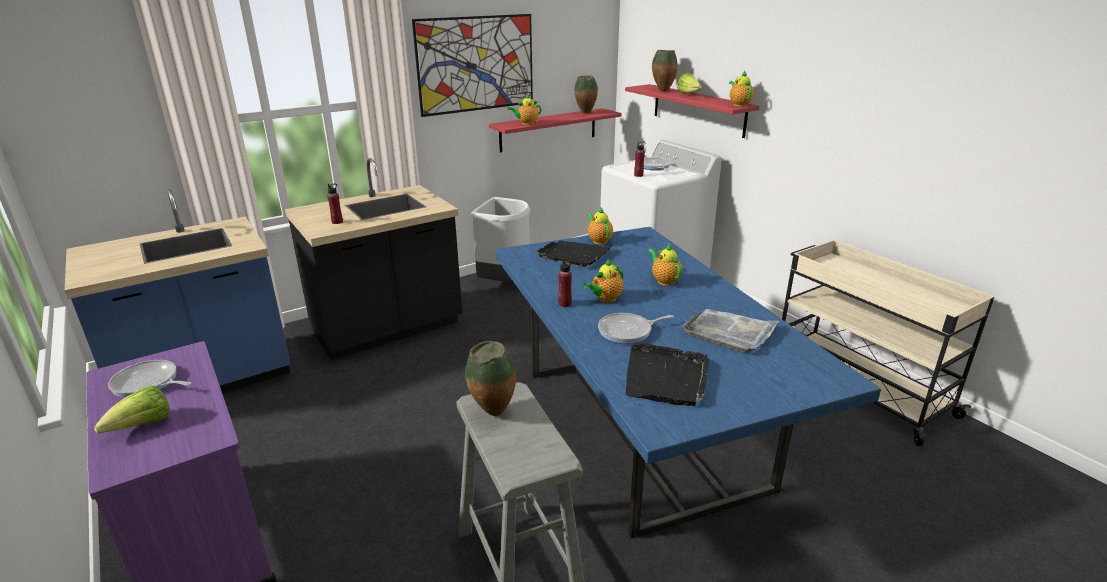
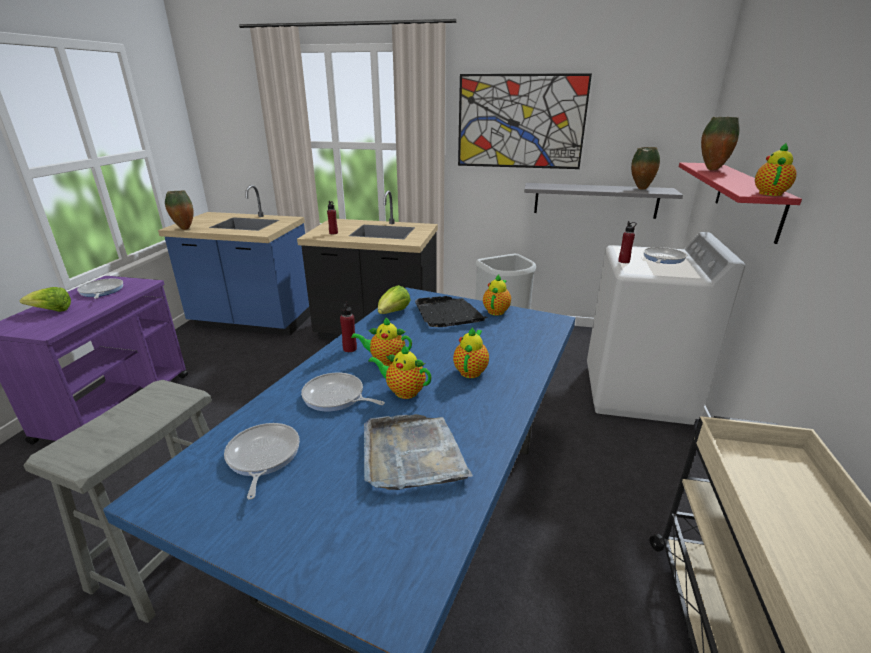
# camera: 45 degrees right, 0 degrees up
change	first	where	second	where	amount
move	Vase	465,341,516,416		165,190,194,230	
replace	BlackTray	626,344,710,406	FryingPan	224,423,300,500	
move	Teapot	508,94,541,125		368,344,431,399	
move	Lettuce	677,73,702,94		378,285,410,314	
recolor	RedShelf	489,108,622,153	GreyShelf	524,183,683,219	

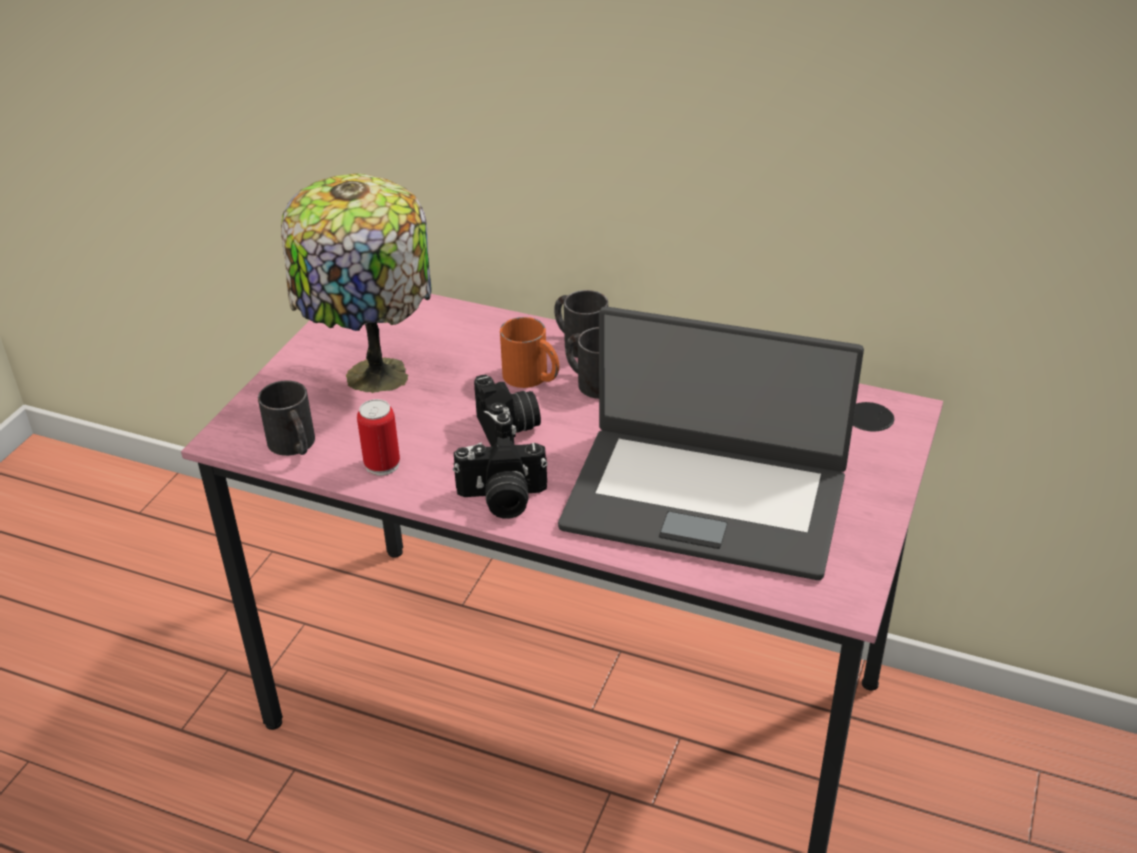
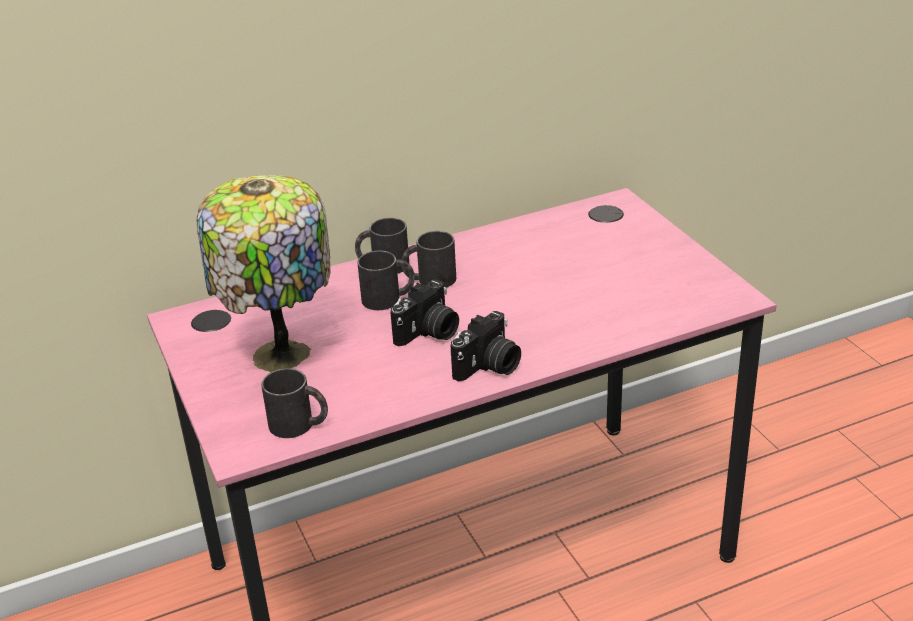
# camera: 45 degrees left, 5 degrees down
change	first	where	second	where	amount
recolor	OrangeMug	500,317,559,388	BlackMug	357,251,415,310	
rotate	PhotoCamera	474,375,541,447		390,280,459,346	105 degrees clockwise
delete	Can	357,399,400,476			
delete	Laptop	558,306,864,580			

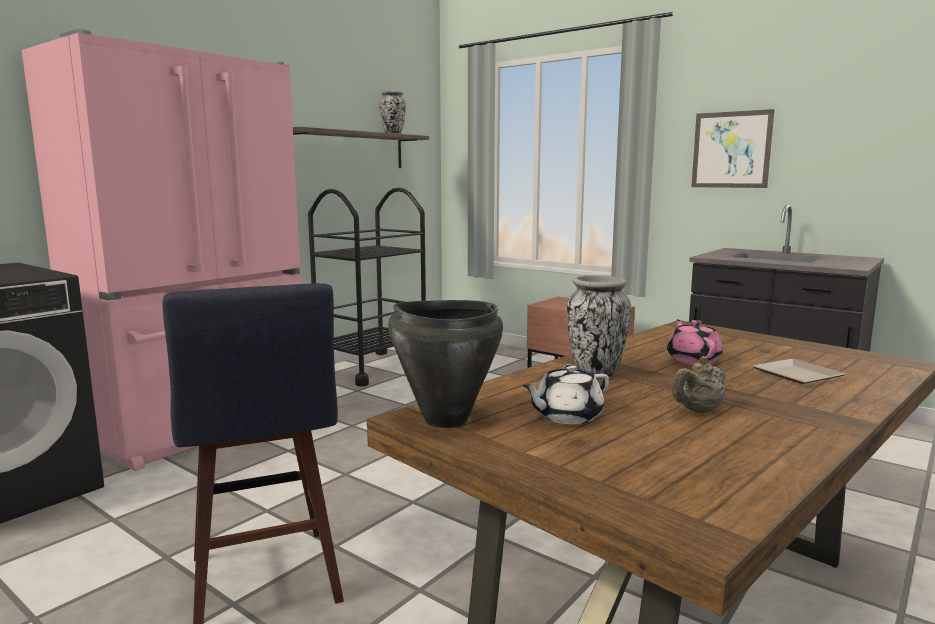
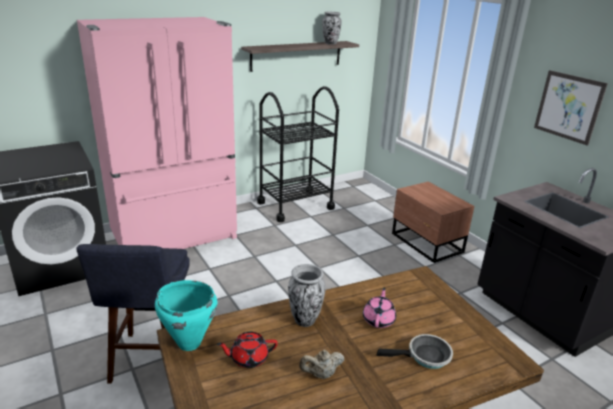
# camera: 20 degrees right, 15 degrees up
change	first	where	second	where	amount
recolor	BlackCookingPot	388,300,503,428	TurquoiseCookingPot	155,280,217,351	
recolor	WhiteTeapot	522,364,609,425	RedTeapot	217,332,278,368	
replace	Plate	752,359,846,384	FryingPan	376,334,453,369	

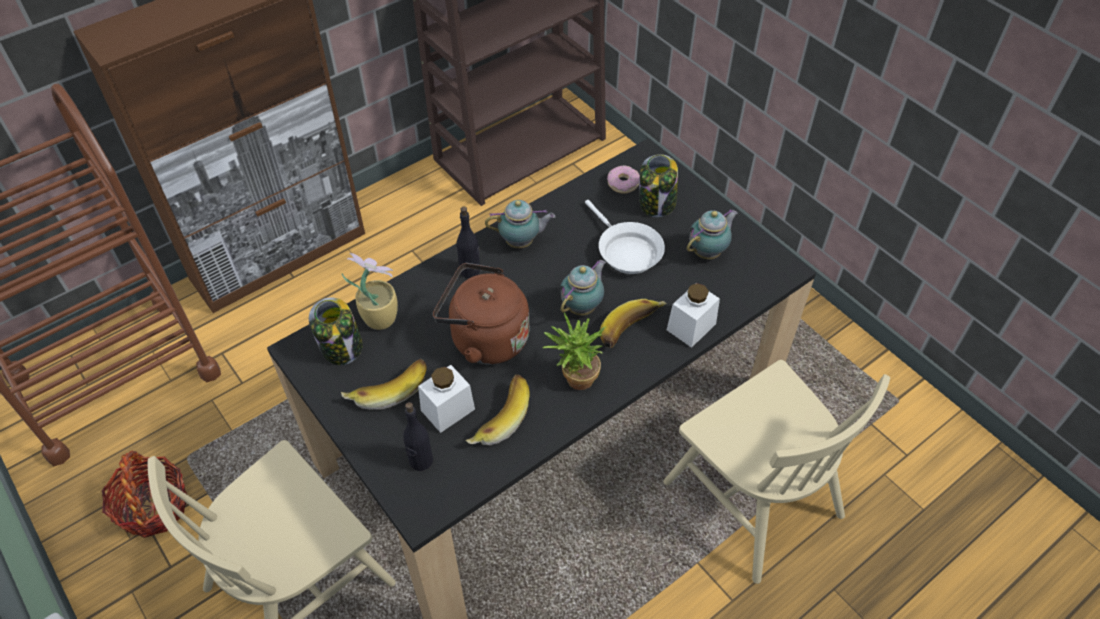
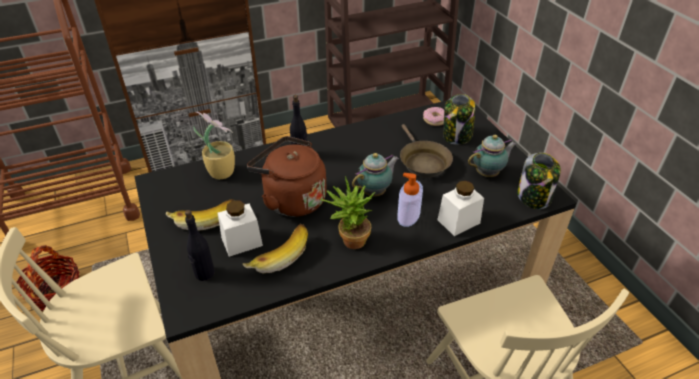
# camera: 15 degrees right, 10 degrees down
change	first	where	second	where	amount
replace	Banana	600,299,667,348	SoapDispenser	397,173,423,227	
recolor	WhiteFryingPan	585,200,665,274	BrownFryingPan	400,124,453,178	
move	Jar	309,297,363,365		517,153,561,209	
delete	Teapot	485,200,555,249			

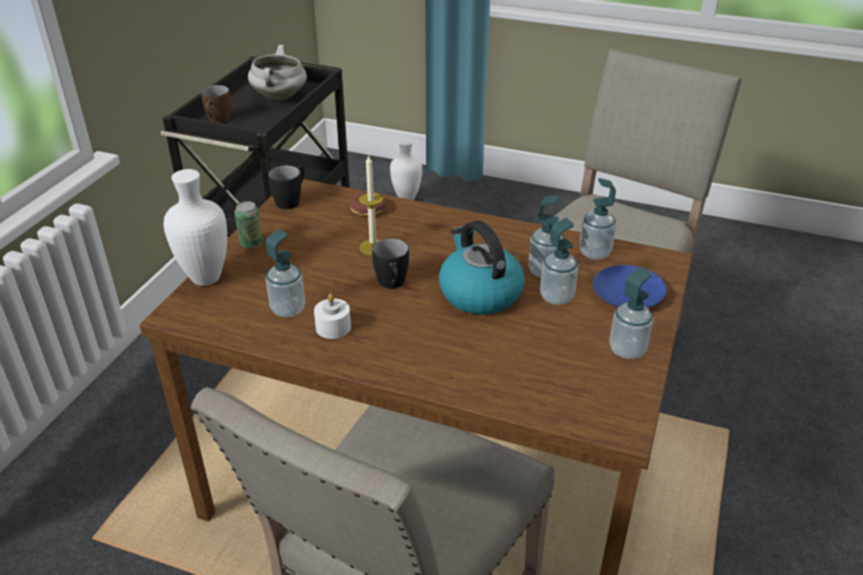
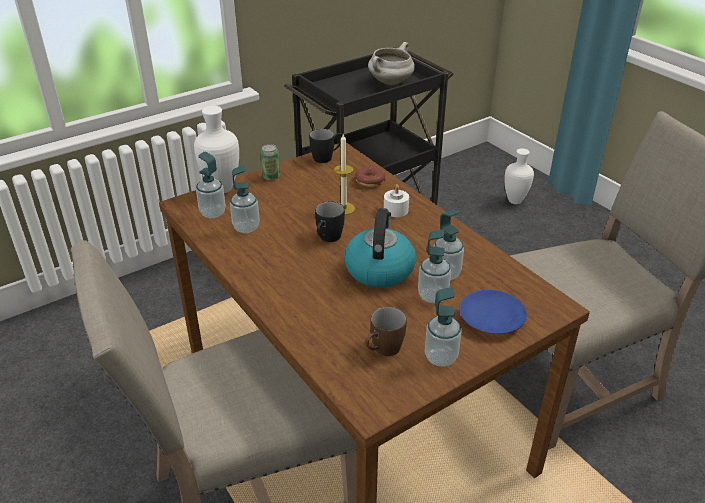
# camera: 35 degrees right, 0 degrees up
change	first	where	second	where	amount
move	SoapDispenser	580,178,616,260		196,152,225,218	
move	BrownMug	201,85,231,123		365,307,407,356	
move	WhiteCandle	314,294,351,339		384,184,409,217	

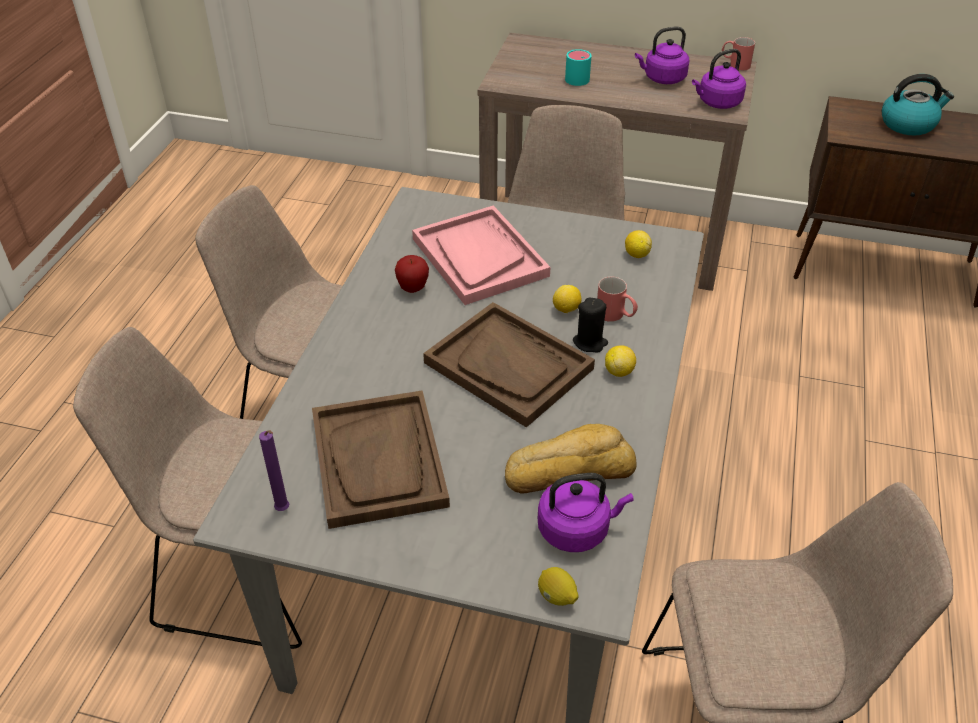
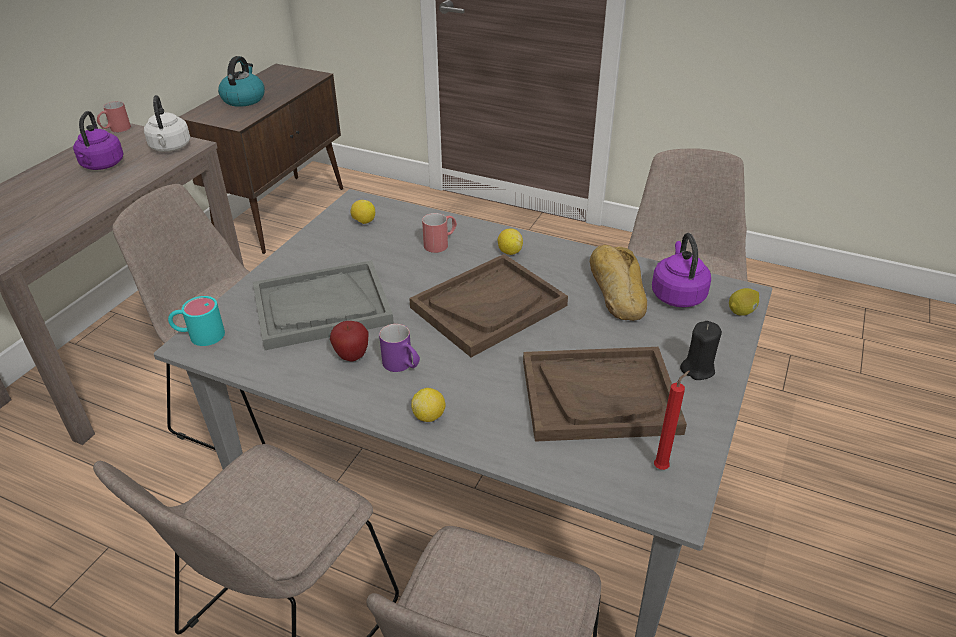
# camera: 80 degrees left, 5 degrees down
change	first	where	second	where	amount
recolor	PurpleKettle	692,49,746,109	WhiteKettle	144,95,190,152	
move	TurquoiseMug	565,49,592,86		168,296,225,346	
recolor	PinkTray	412,205,550,305	GreyTray	253,260,394,350	
insert			PurpleMug	379,324,420,372	
move	Lemon	553,285,582,313		411,388,445,422	
recolor	PurpleCandle	259,430,289,511	RedCandle	654,371,689,470	
move	BlackCandle	573,298,608,352		680,321,722,380	

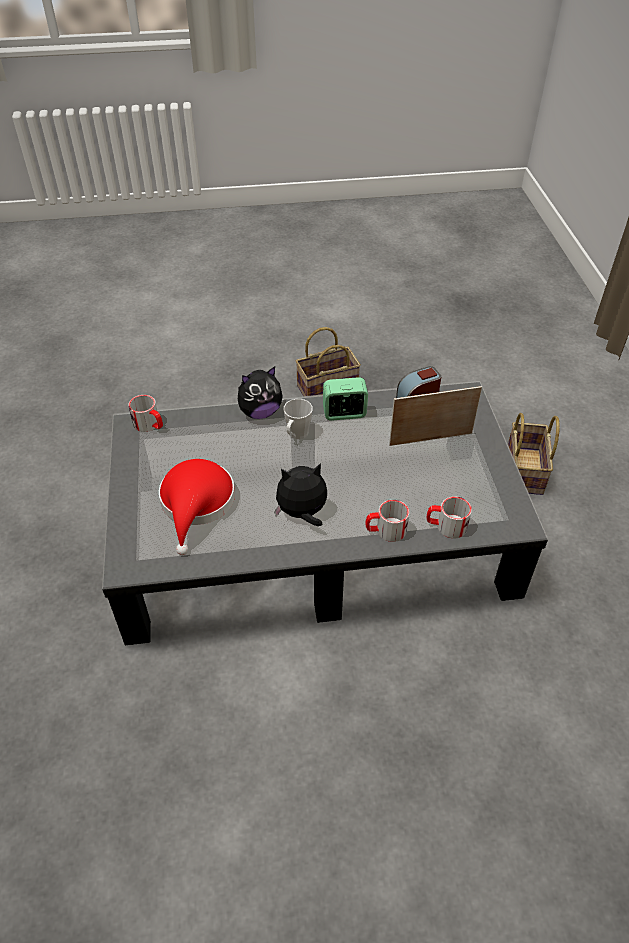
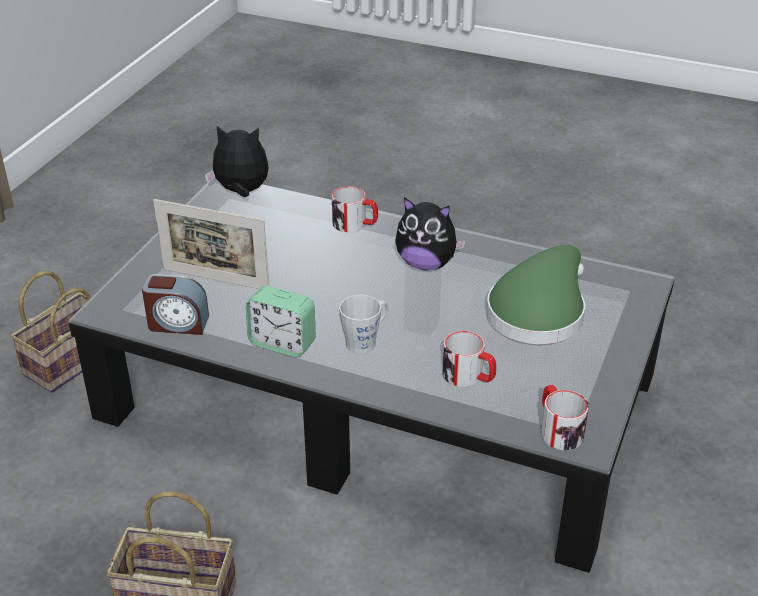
# camera: 150 degrees left, 10 degrees down
change	first	where	second	where	amount
move	PlushToy	238,367,283,419		205,126,268,197	
move	Mug	427,496,472,539		442,331,496,387	
recolor	RedHat	159,459,235,555	GreenHat	487,245,585,344	

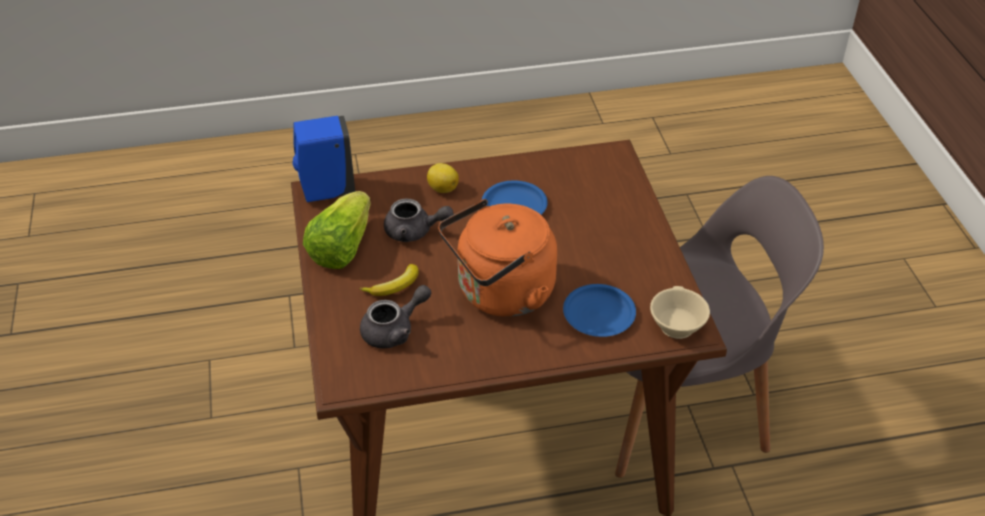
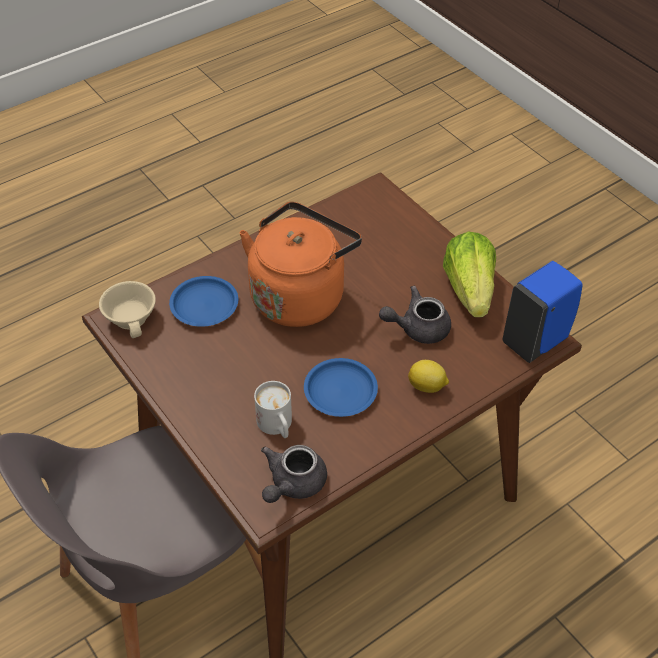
# camera: 155 degrees right, 5 degrees up
change	first	where	second	where	amount
insert			WhiteMug	254,381,292,438	
move	GreyTeapot	360,285,431,349		261,445,327,503	
delete	Banana	359,264,419,296			

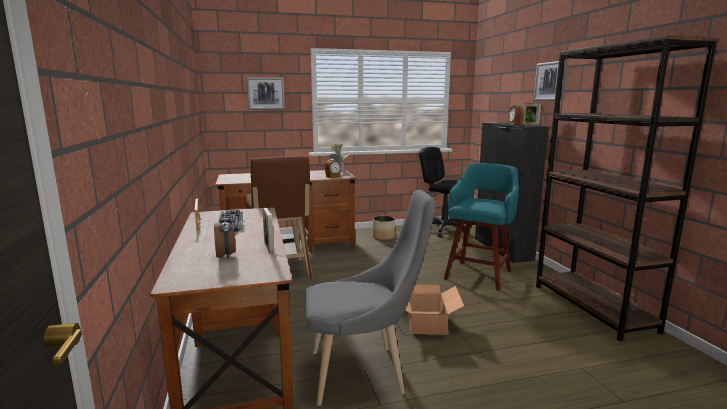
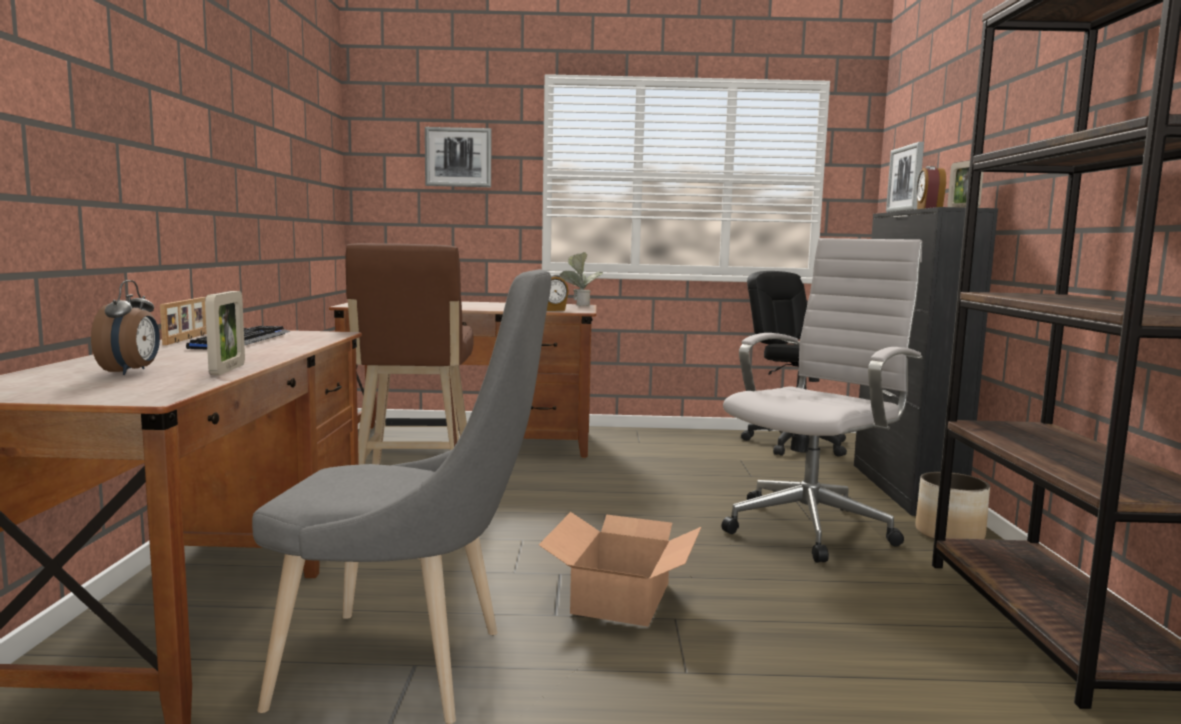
# camera: 15 degrees right, 5 degrees down
change	first	where	second	where	amount
replace	TurquoiseStool	444,163,519,291	WhiteOfficeChair	721,238,923,563	
move	Picture	534,60,568,101		886,142,924,212	
move	Planter	372,216,395,240		916,472,990,540	

